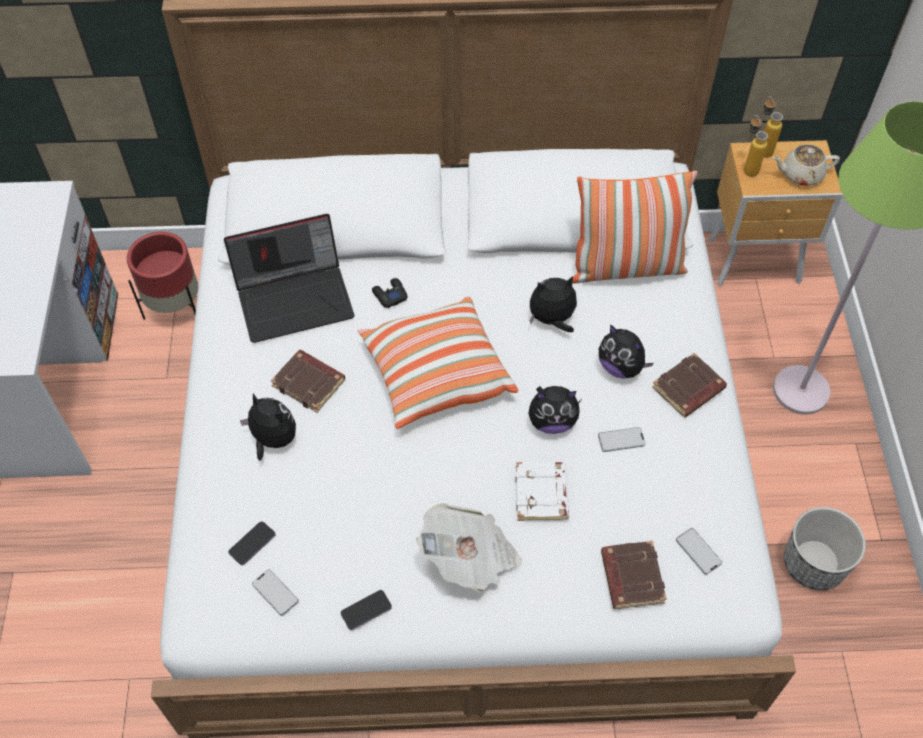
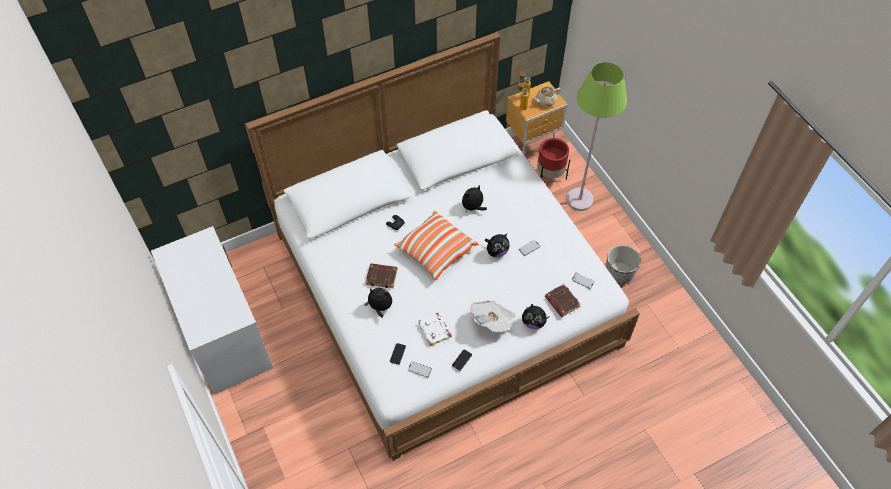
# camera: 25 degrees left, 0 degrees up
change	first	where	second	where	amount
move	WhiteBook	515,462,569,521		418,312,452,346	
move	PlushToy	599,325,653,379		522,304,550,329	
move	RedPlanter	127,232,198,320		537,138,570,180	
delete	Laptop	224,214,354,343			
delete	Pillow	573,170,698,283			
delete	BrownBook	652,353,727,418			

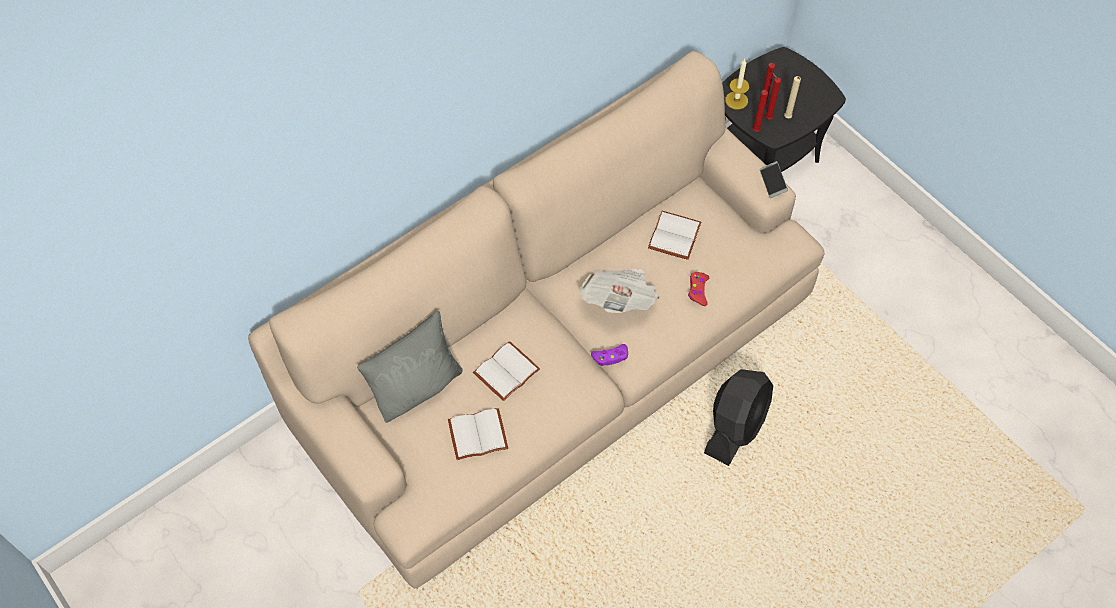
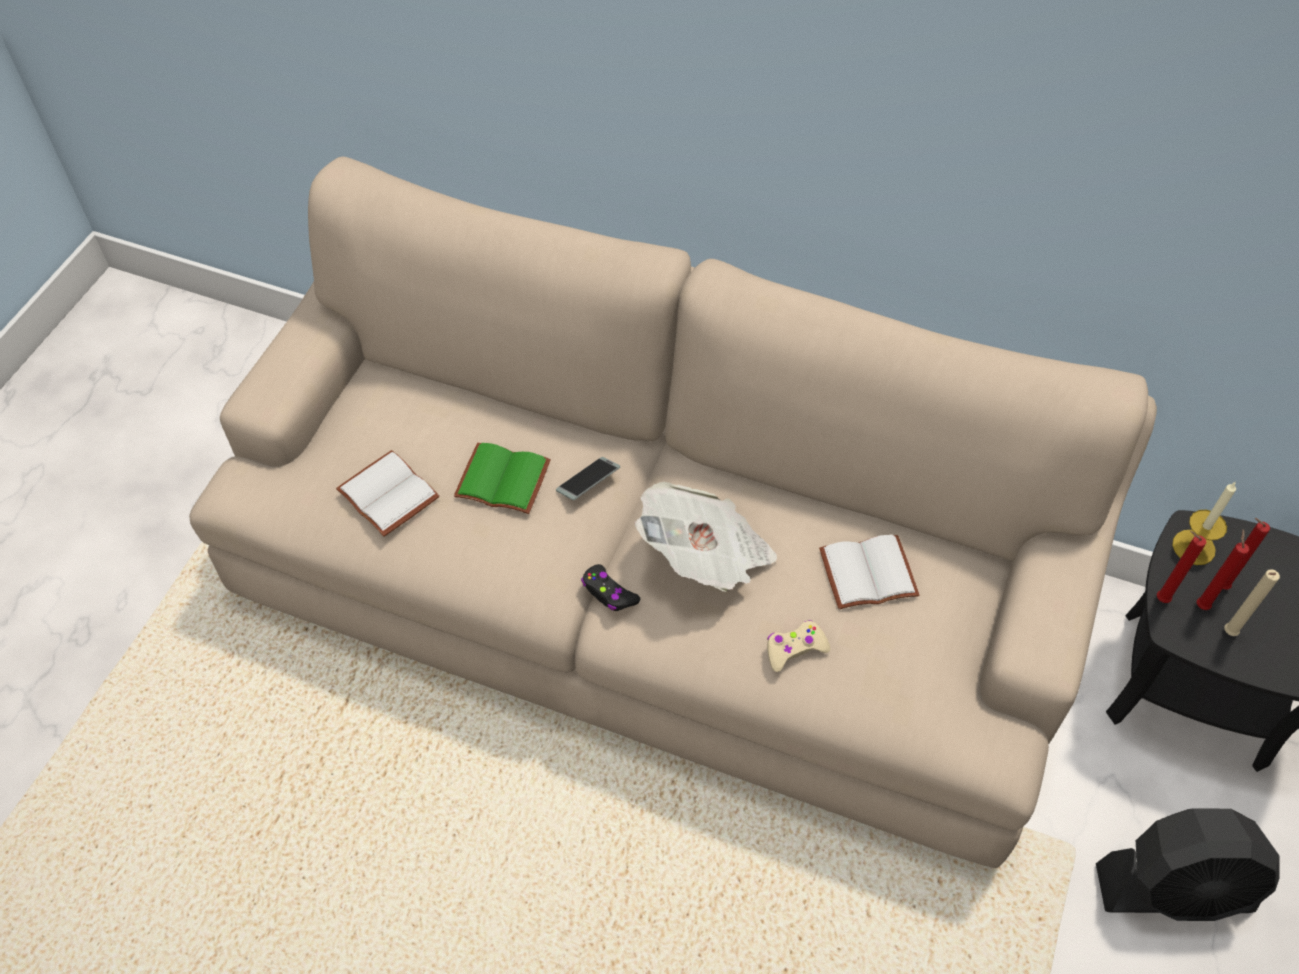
# camera: 60 degrees right, 5 degrees down
change	first	where	second	where	amount
recolor	WhiteBook	473,341,540,401	GreenBook	454,443,551,514	
move	Phone	760,161,788,198		556,457,620,500	
recolor	PurpleGameController	591,344,628,366	BlackGameController	581,564,641,611	
recolor	RedGameController	688,272,709,306	BeigeGameController	767,620,830,672	
move	BlackFan	704,369,773,466		1096,808,1280,921	
delete	GreyPillow	357,311,463,423			

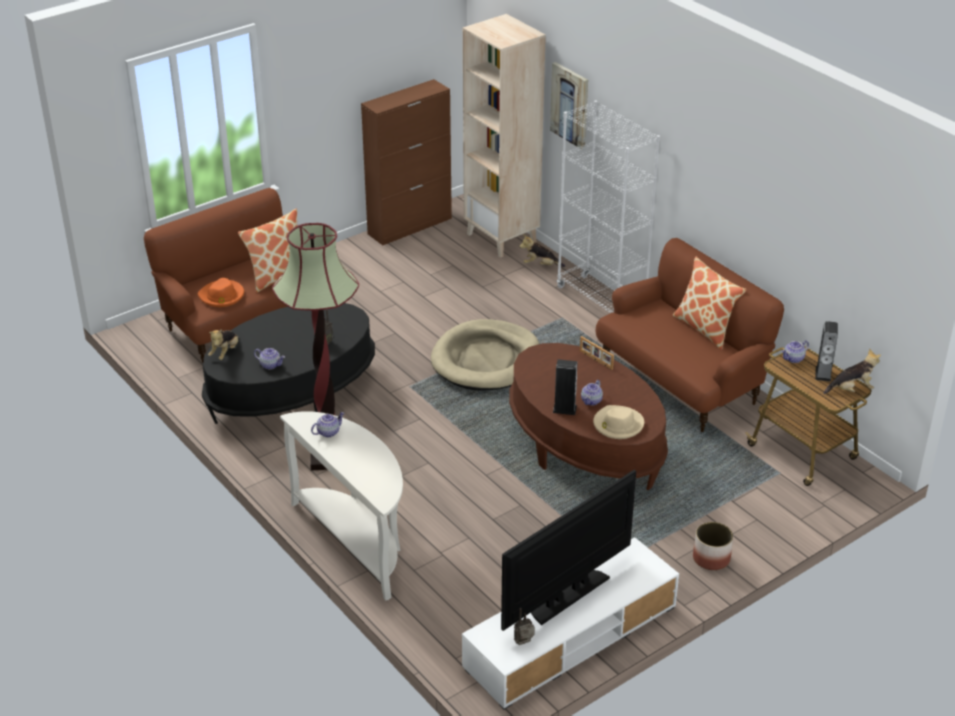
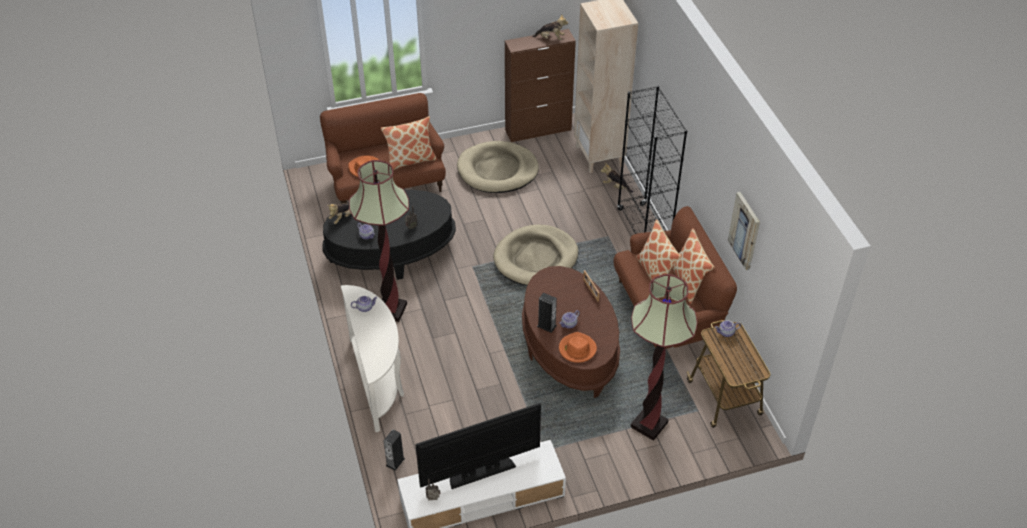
# camera: 20 degrees right, 10 degrees up
change	first	where	second	where	amount
move	Speaker	815,321,838,382		384,429,405,471	
insert			BeigeDogBed	457,141,539,193	
move	PlushToy	823,349,881,394		532,15,568,40	
recolor	BeigeHat	593,405,644,439	OrangeHat	559,332,597,363	
recolor	WhiteBookcase	557,100,660,313	BlackBookcase	617,86,687,234	
insert			FloorLamp	630,274,697,441	
insert			Pillow	636,219,681,280	
move	Picture	550,62,588,149		728,192,760,270	
delete	Planter	693,522,733,570			

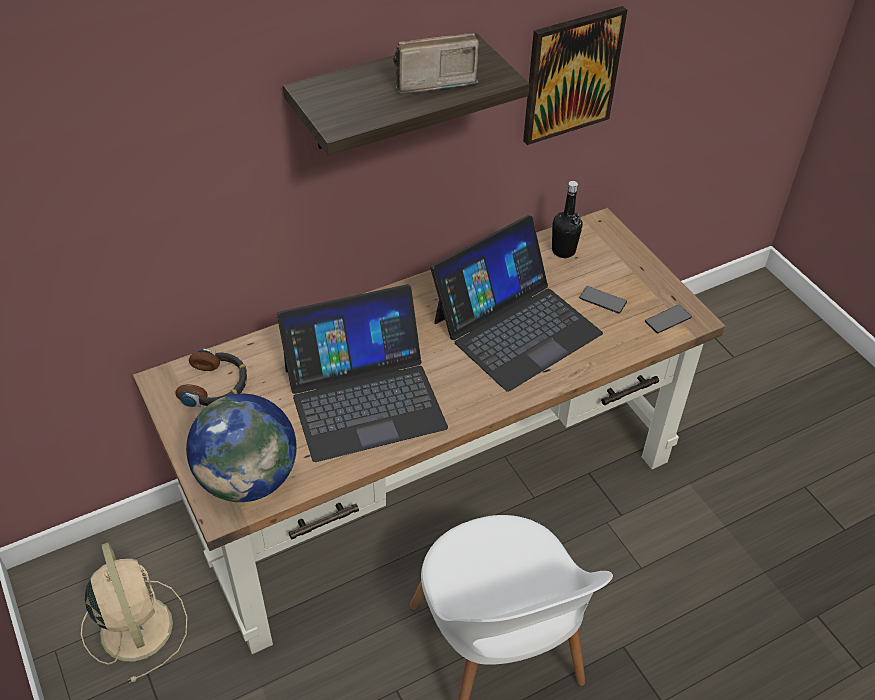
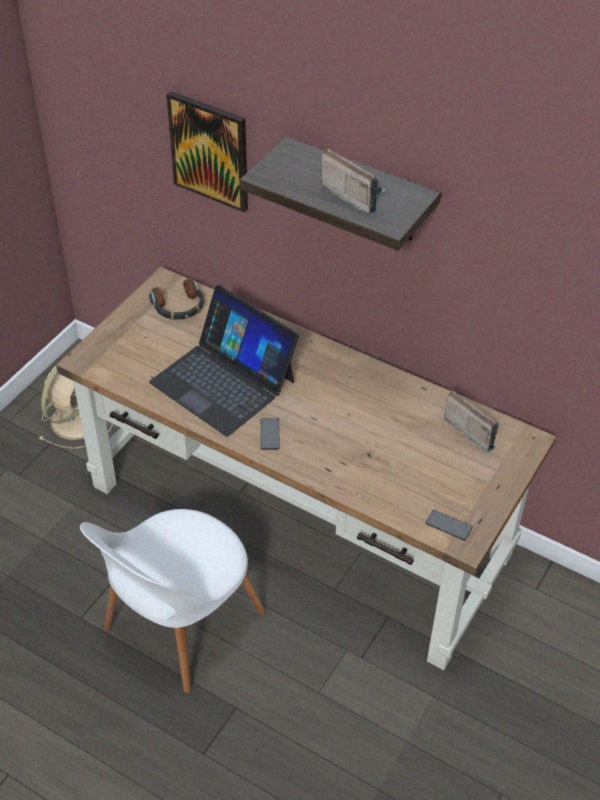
# camera: 60 degrees right, 0 degrees up
change	first	where	second	where	amount
move	Picture	523,6,627,145		166,91,248,212	
move	Phone	579,286,627,314		261,418,280,450	
replace	BlackBottle	552,181,582,258	Radio	444,391,503,452	
delete	Globe	186,394,297,502			
delete	Laptop	430,215,603,392			

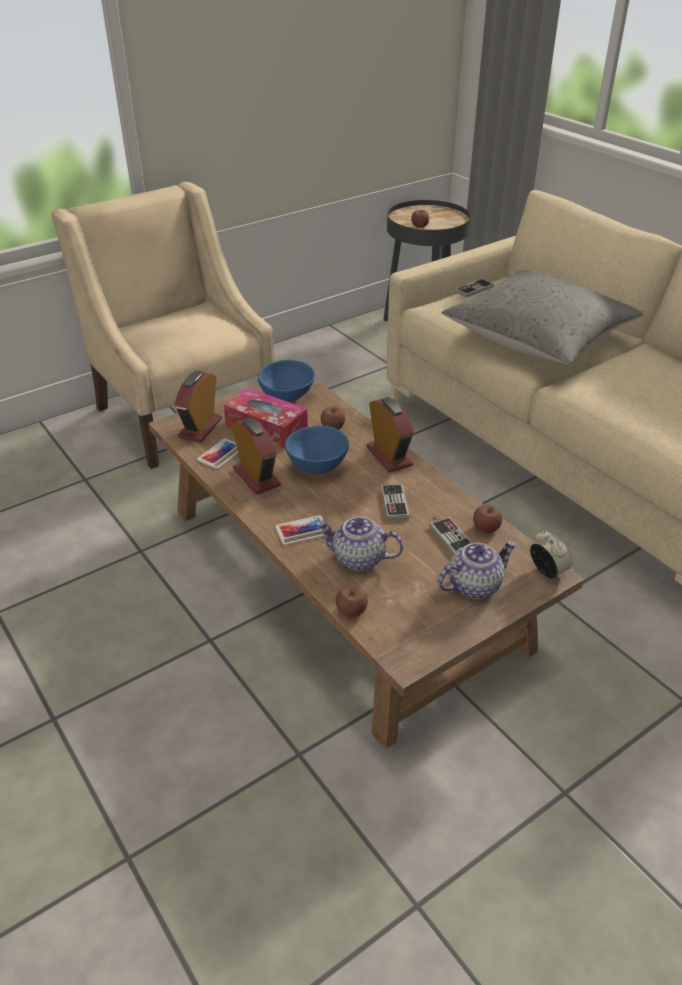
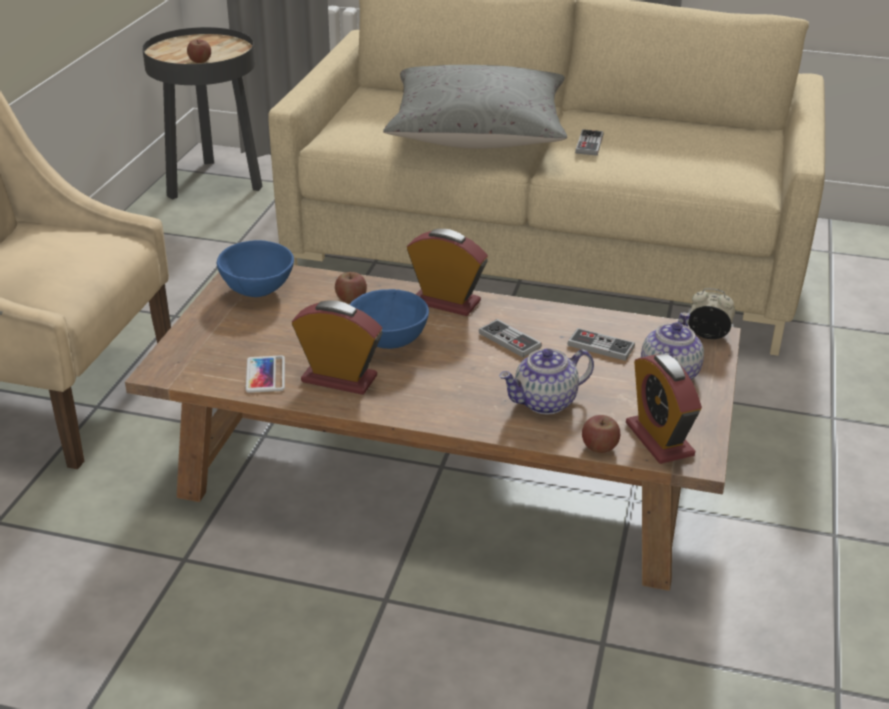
# camera: 40 degrees left, 5 degrees down
change	first	where	second	where	amount
move	GameController	455,279,494,298		575,129,604,156	
move	AlarmClock	174,371,222,443		626,354,702,464	
delete	TissueBox	224,388,308,449			
delete	Phone	275,515,324,545			
delete	Apple	473,505,502,533			

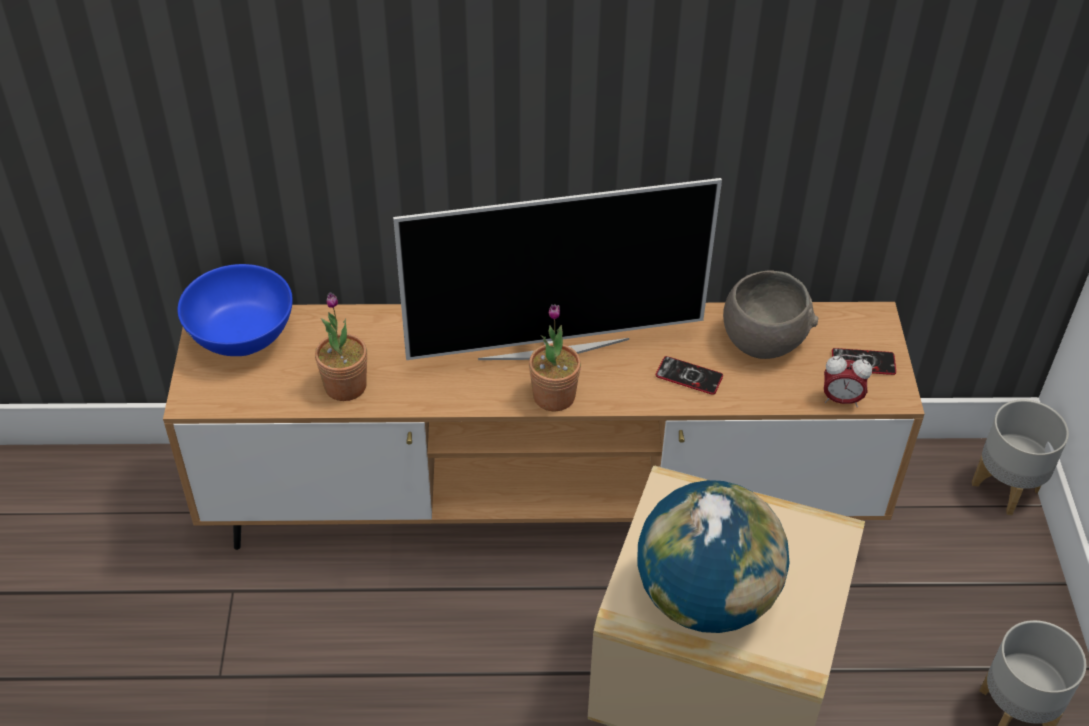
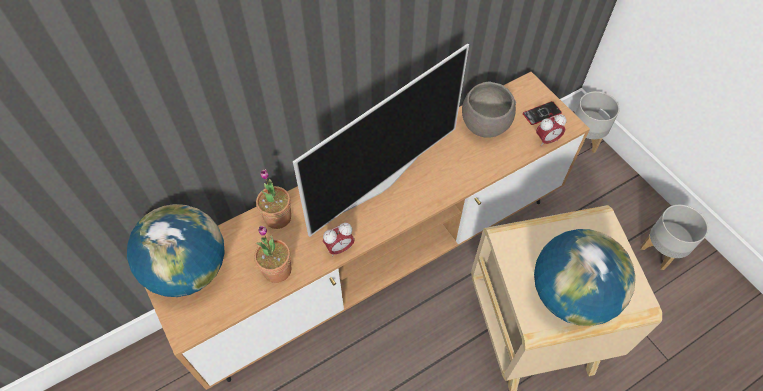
# camera: 30 degrees left, 10 degrees up
change	first	where	second	where	amount
replace	BlueBowl	178,264,293,356	Globe	127,204,224,297	
move	PottedPlant	529,304,581,412		256,169,291,229	
insert			AlarmClock	323,223,355,257	
delete	Phone	655,356,723,395			

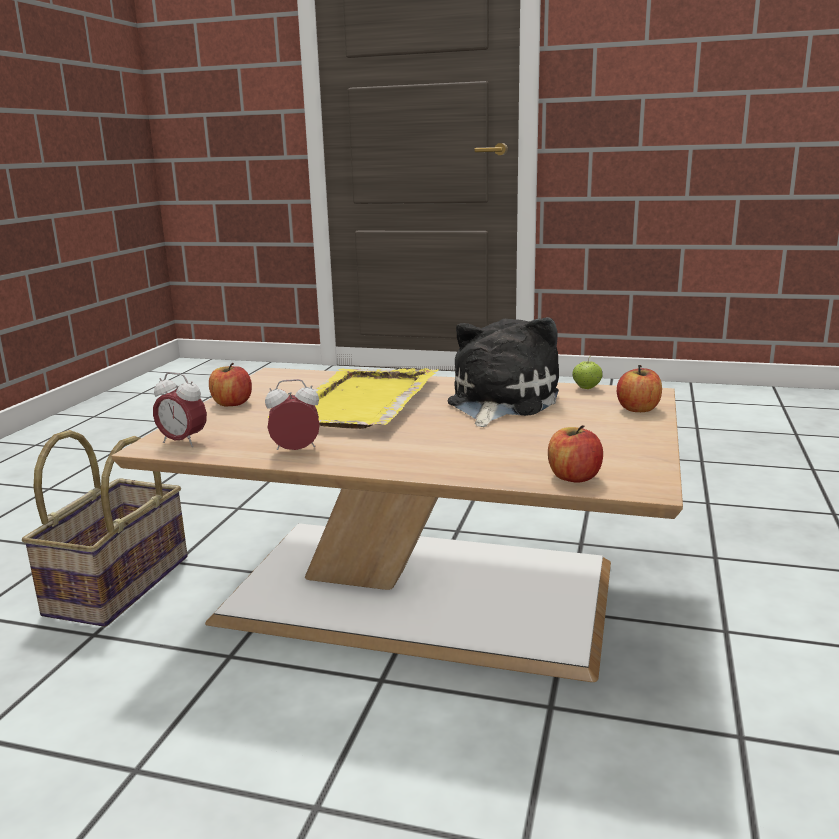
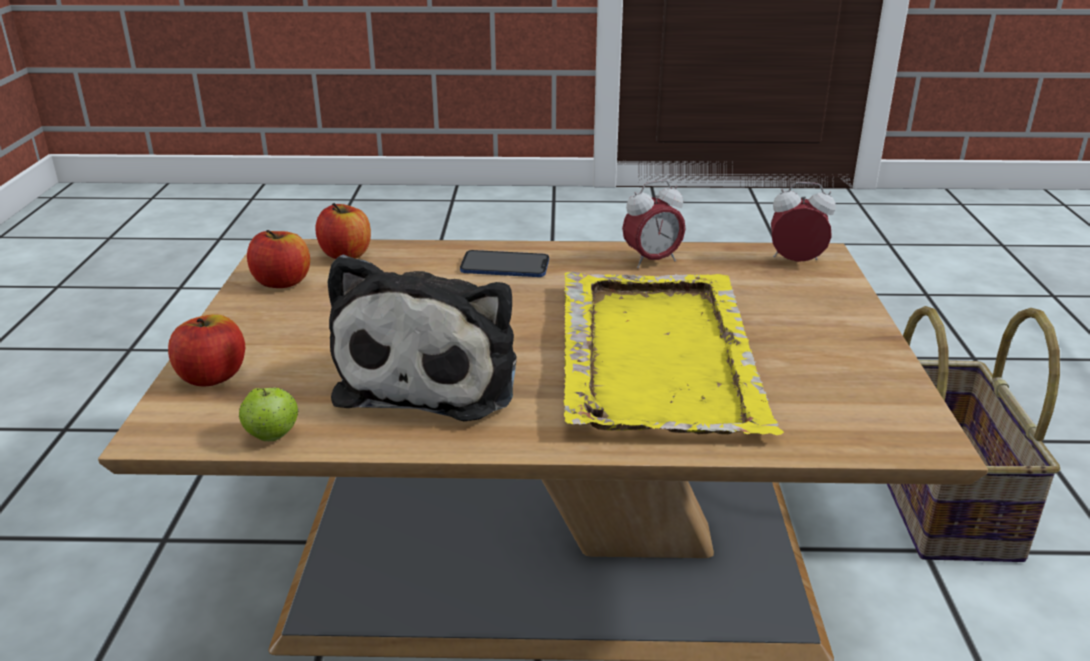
# camera: 165 degrees right, 10 degrees up
change	first	where	second	where	amount
move	Apple	209,363,252,407		247,230,310,288	
insert			Phone	460,250,549,277	

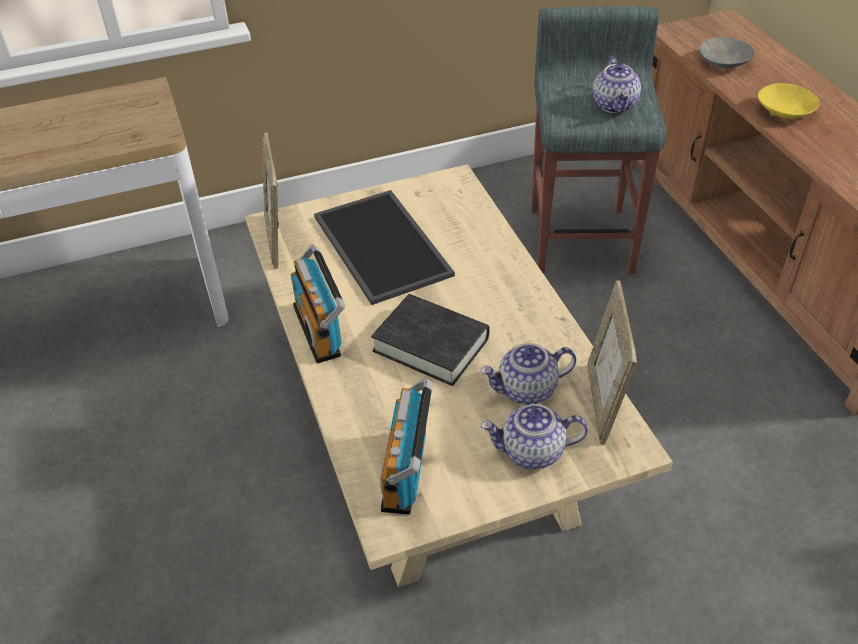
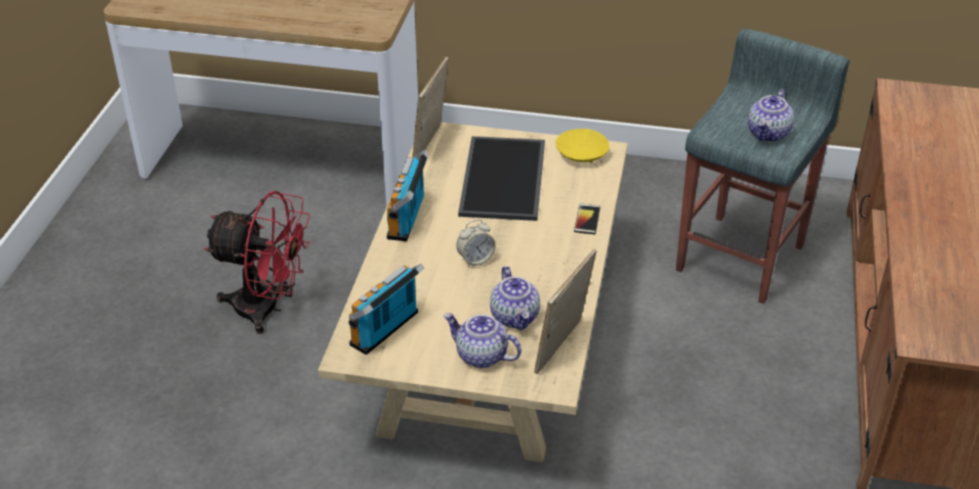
# camera: 30 degrees right, 5 degrees down
change	first	where	second	where	amount
insert			RedFan	204,191,310,334	
replace	BlackBook	371,294,490,386	AlarmClock	457,220,496,267	
rotate	Teapot	480,343,576,405		490,266,540,331	120 degrees counterclockwise
move	YellowBowl	758,83,819,119		556,129,609,163	
insert			Phone	574,204,601,234	
delete	GreyBowl	699,37,755,70			

